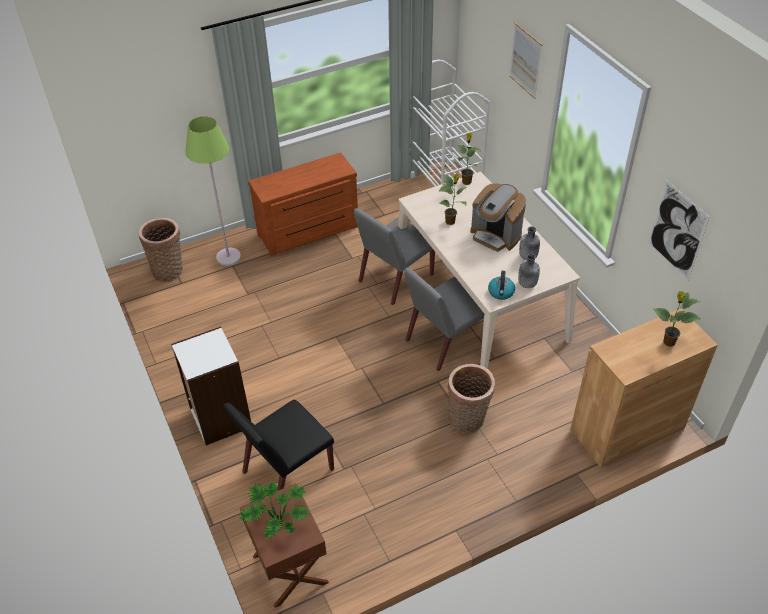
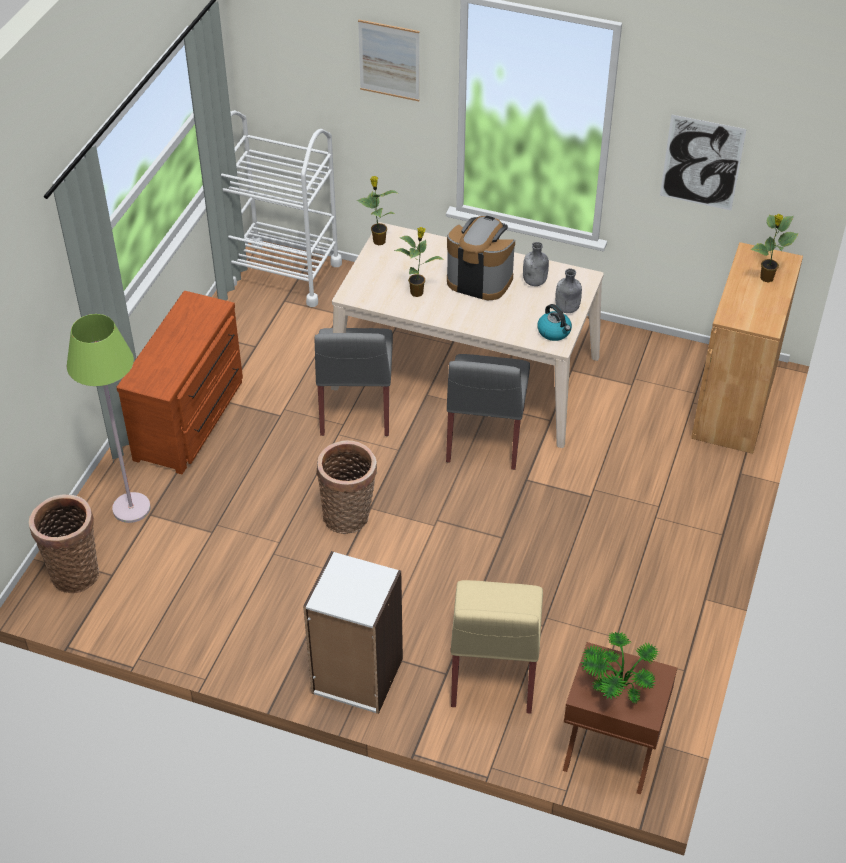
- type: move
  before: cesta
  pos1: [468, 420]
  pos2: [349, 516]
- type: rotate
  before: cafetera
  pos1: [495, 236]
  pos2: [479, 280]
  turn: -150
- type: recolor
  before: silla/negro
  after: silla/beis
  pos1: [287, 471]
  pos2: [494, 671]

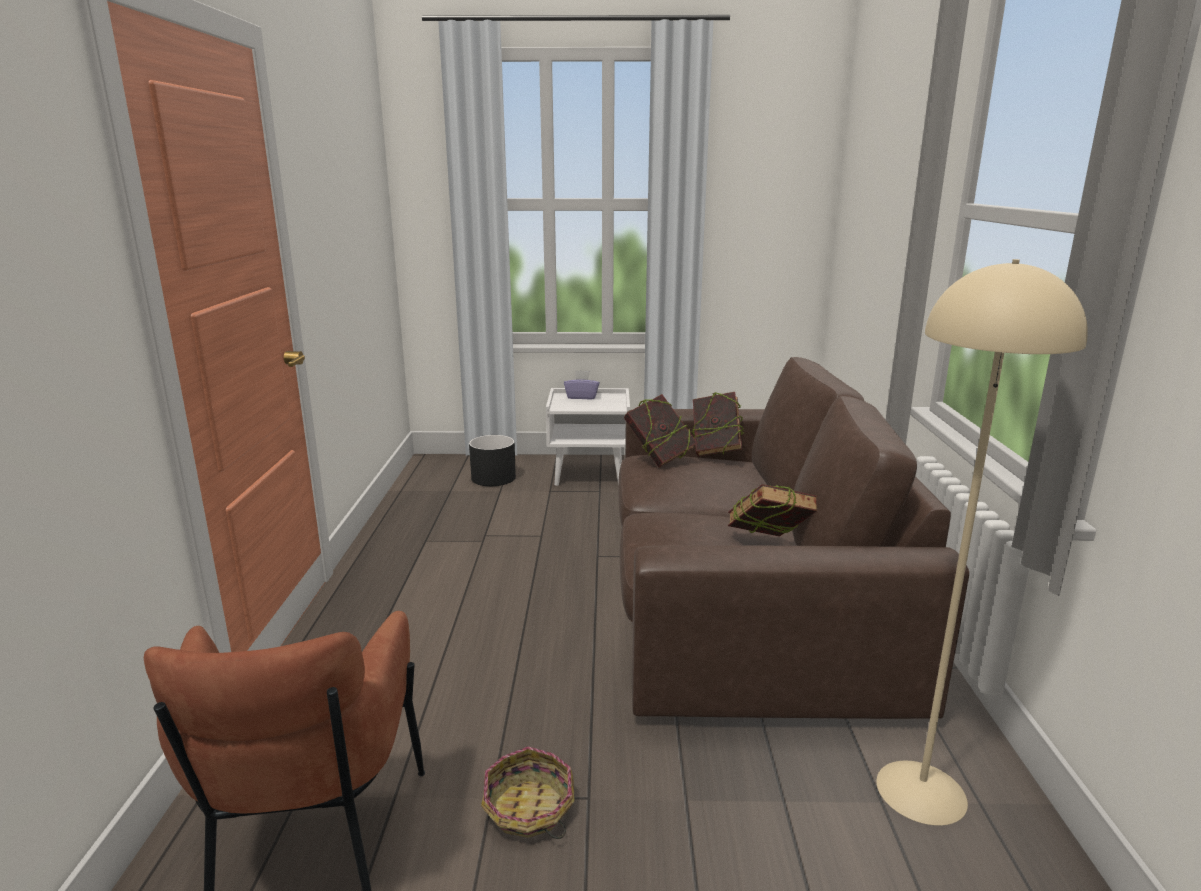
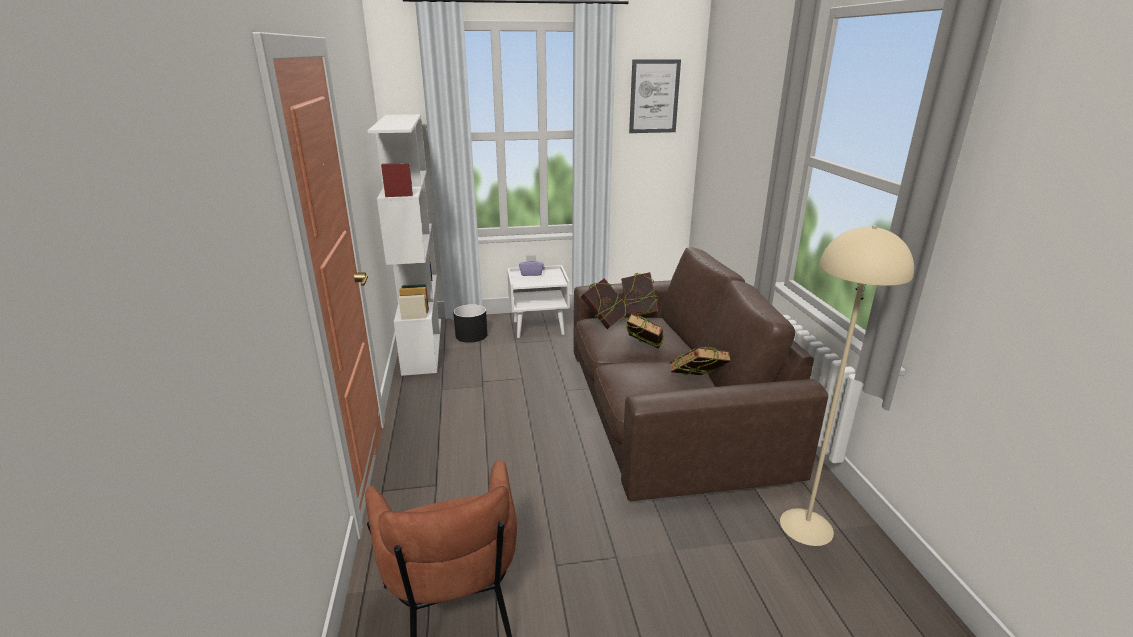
- type: insert
  after: estantería/blanco
  pos2: [422, 345]
- type: insert
  after: libro
  pos2: [643, 352]
- type: insert
  after: cuadro
  pos2: [654, 96]
- type: delete
  before: cesta
  pos1: [529, 809]

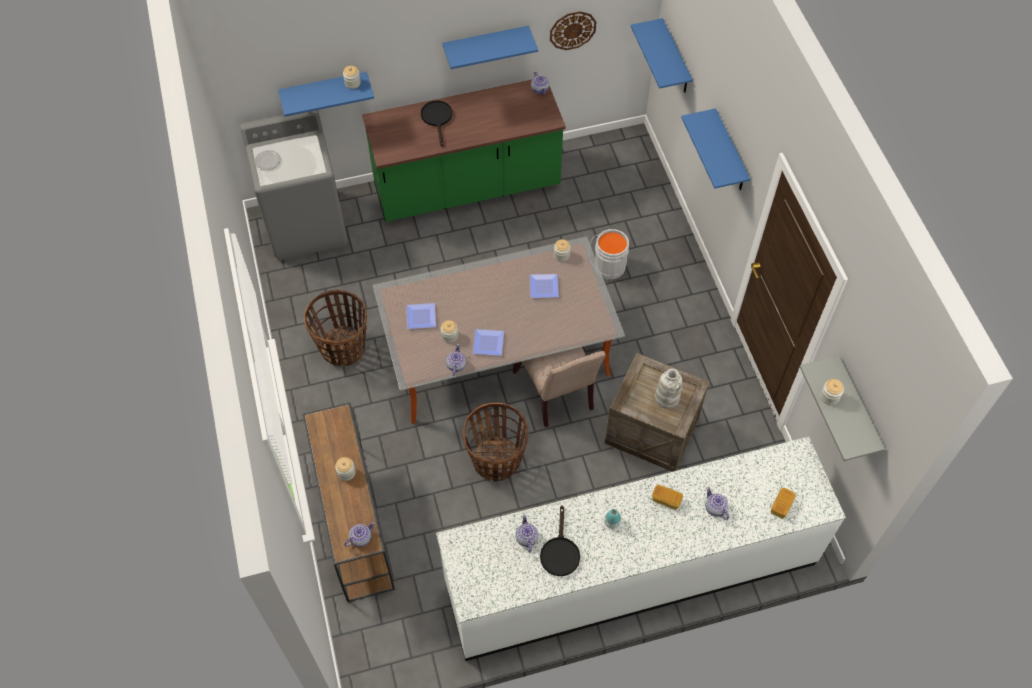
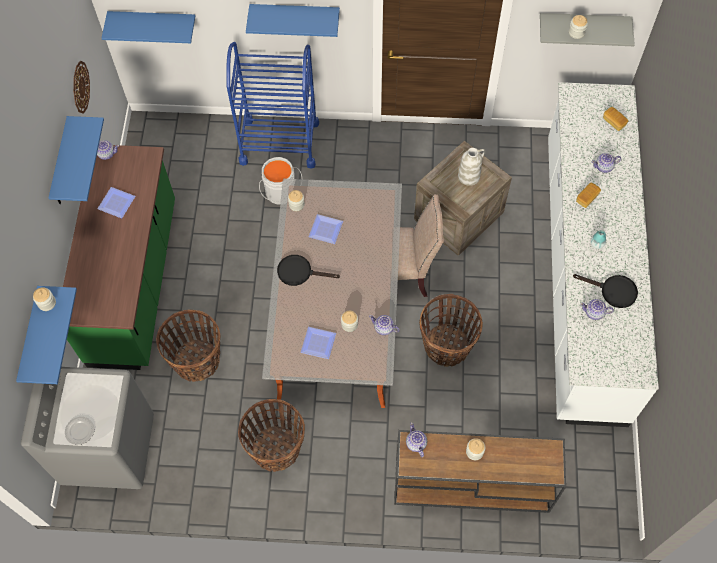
- type: move
  before: plato
  pos1: [489, 342]
  pos2: [116, 202]
- type: insert
  after: cesta
  pos2: [197, 361]
- type: insert
  after: carrito/azul
  pos2: [279, 142]
- type: move
  before: sartén/negro
  pos1: [437, 119]
  pos2: [299, 272]
- type: move
  before: tetera
  pos1: [360, 538]
  pos2: [416, 443]

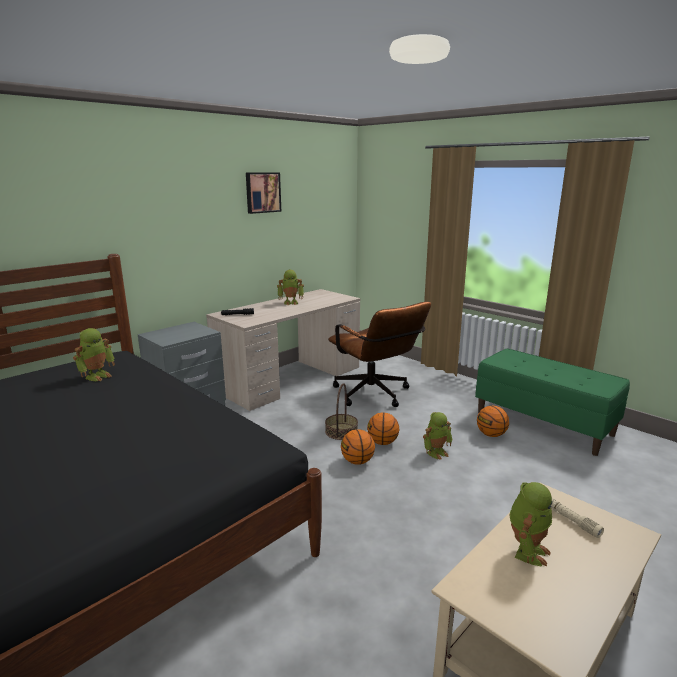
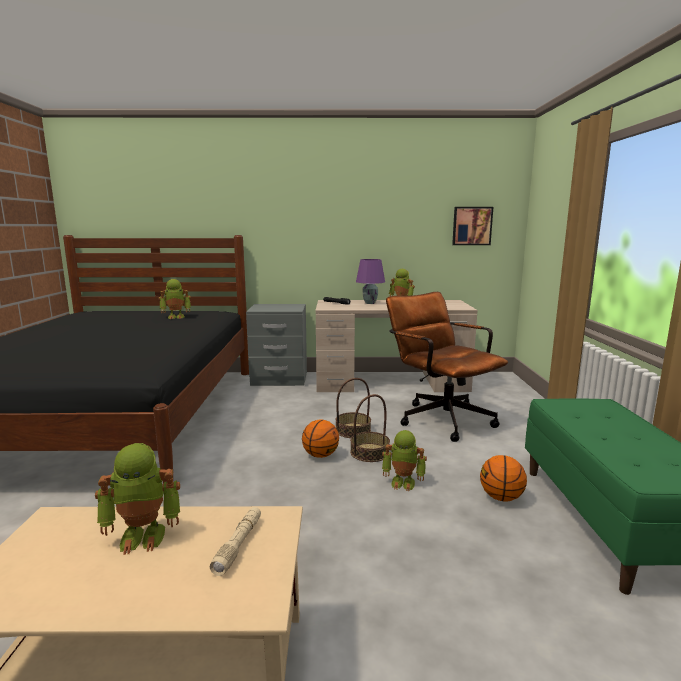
- type: replace
  before: balón de baloncesto
  after: cesta
  pos1: [382, 442]
  pos2: [370, 452]
- type: insert
  after: lámpara de mesa/morado
  pos2: [369, 303]
- type: rotate
  before: silla de oficina/marrón
  pos1: [375, 395]
  pos2: [440, 417]
  turn: 135
- type: move
  before: cuadro
  pos1: [262, 192]
  pos2: [471, 226]

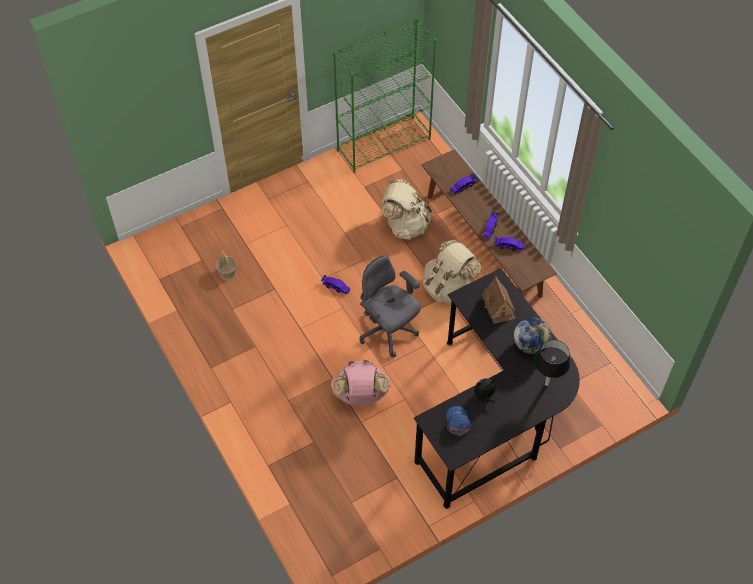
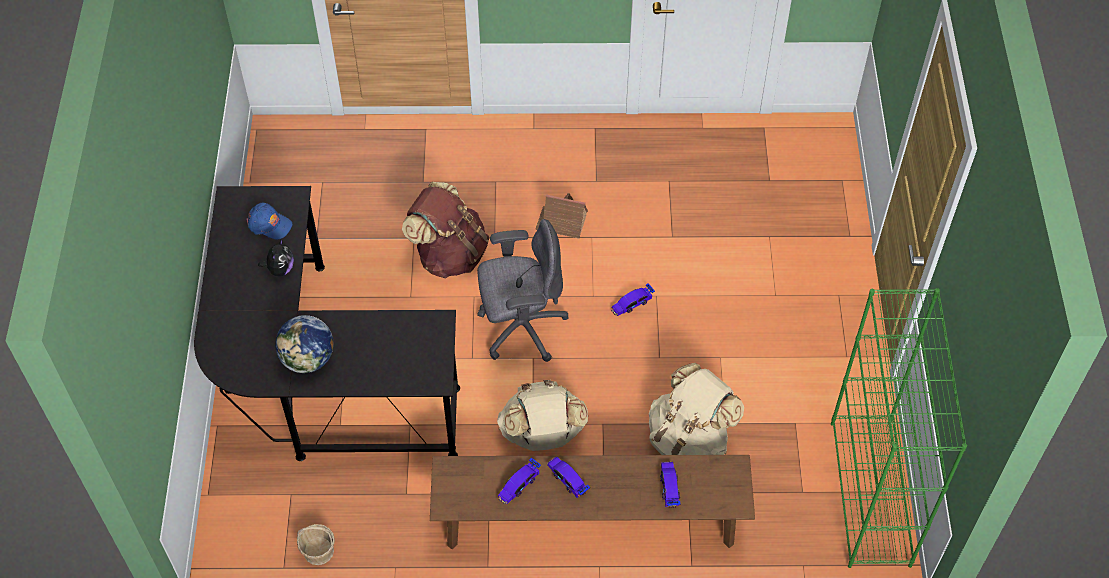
- type: move
  before: cesta
  pos1: [227, 273]
  pos2: [318, 551]
- type: recolor
  before: mochila/rosa
  after: mochila/marrón
  pos1: [360, 395]
  pos2: [449, 254]
- type: move
  before: casita
  pos1: [498, 307]
  pos2: [562, 223]
- type: delete
  before: lámpara de mesa/negro
  pos1: [547, 384]

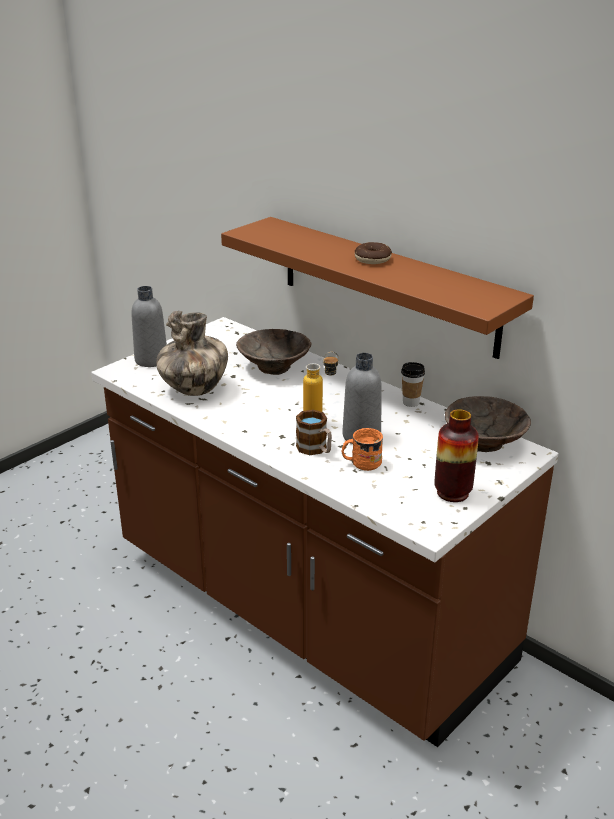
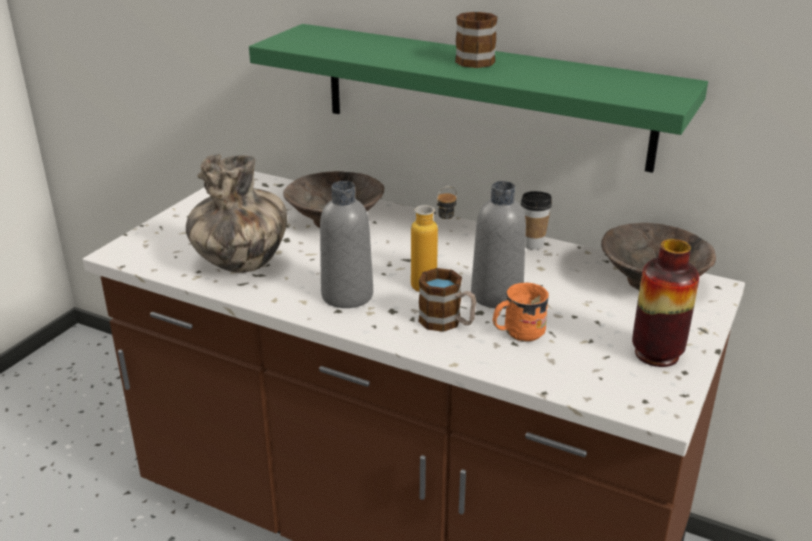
- type: recolor
  before: estante/marrón
  after: estante/verde
  pos1: [386, 285]
  pos2: [483, 95]
- type: move
  before: botella/gris
  pos1: [151, 360]
  pos2: [347, 295]
- type: replace
  before: rosquilla
  after: taza grande
  pos1: [372, 259]
  pos2: [474, 59]

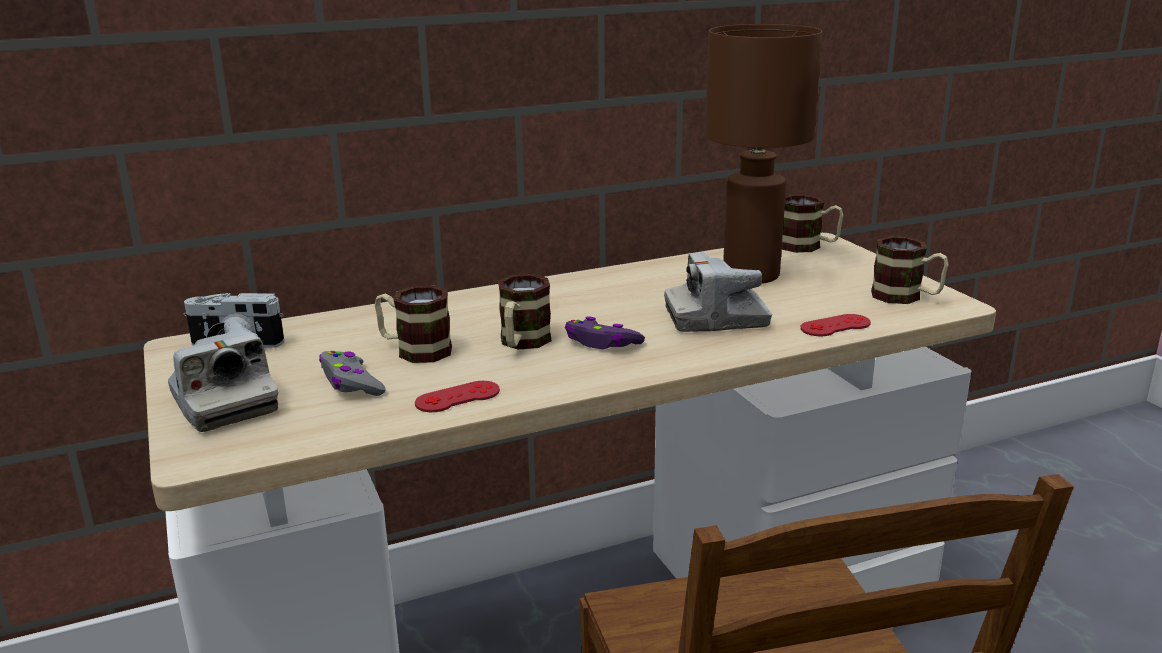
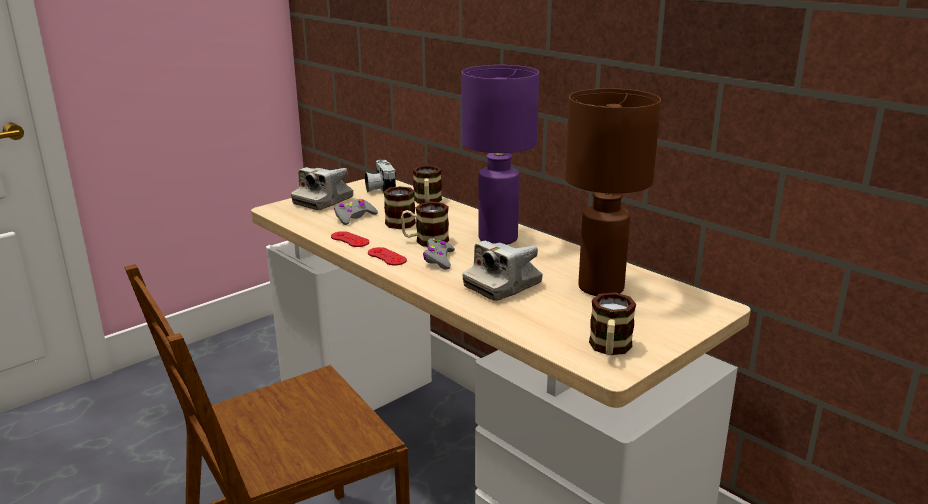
- type: move
  before: mando de consola/rojo
  pos1: [835, 326]
  pos2: [387, 257]
- type: move
  before: taza grande
  pos1: [808, 246]
  pos2: [427, 202]
- type: recolor
  before: mando de consola/morado
  after: mando de consola/gris
  pos1: [602, 343]
  pos2: [438, 259]
- type: insert
  after: lámpara de mesa/morado
  pos2: [497, 238]
- type: rotate
  before: cámara
  pos1: [716, 319]
  pos2: [503, 285]
  turn: -105

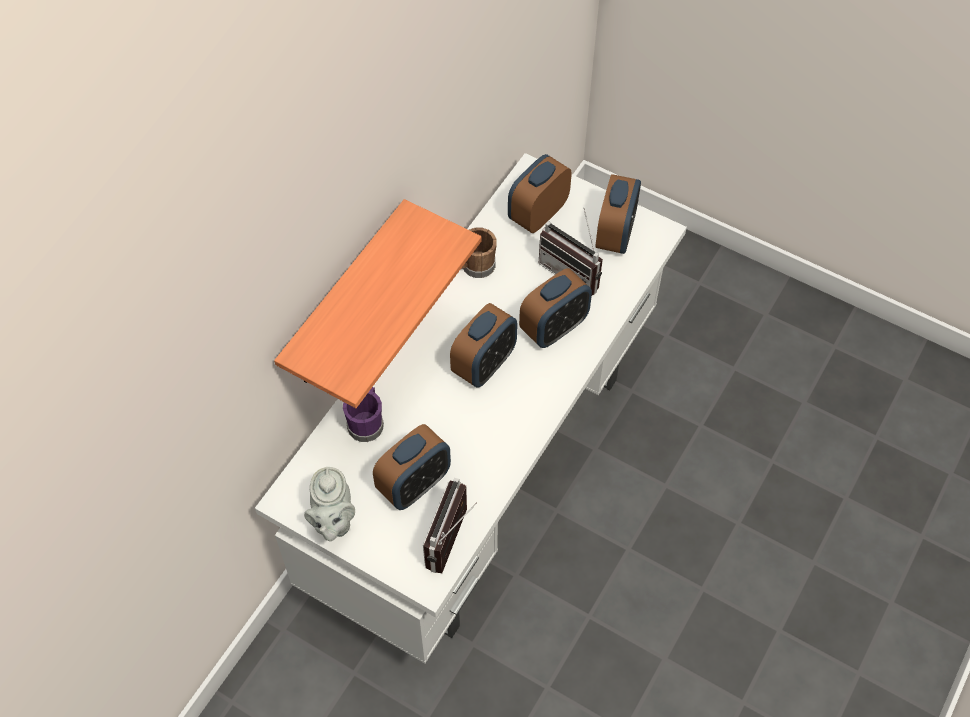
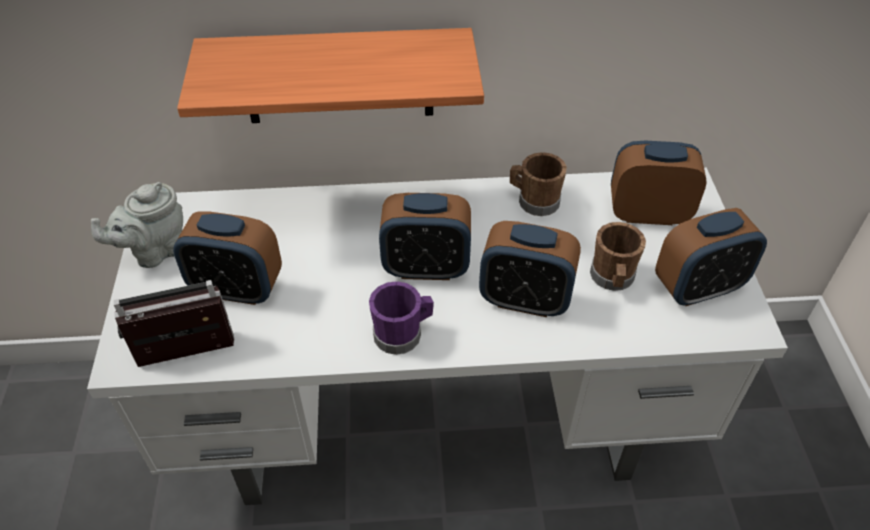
- type: move
  before: taza grande/morado
  pos1: [366, 422]
  pos2: [403, 334]
- type: replace
  before: radio
  after: taza grande/marrón
  pos1: [574, 271]
  pos2: [612, 278]

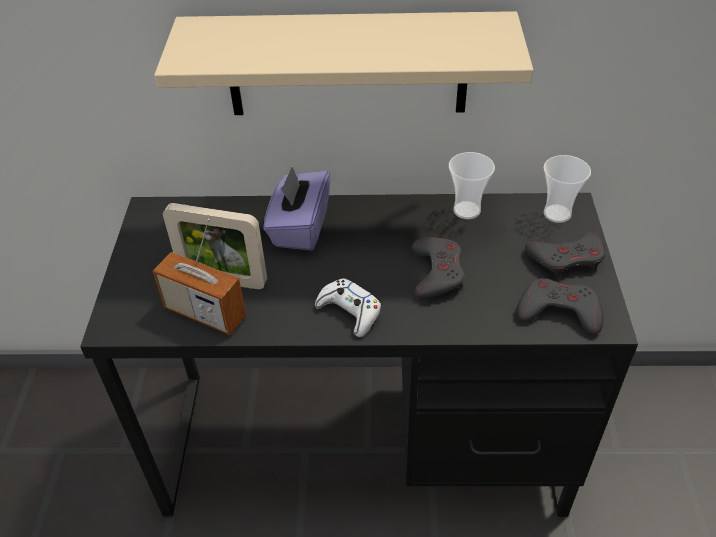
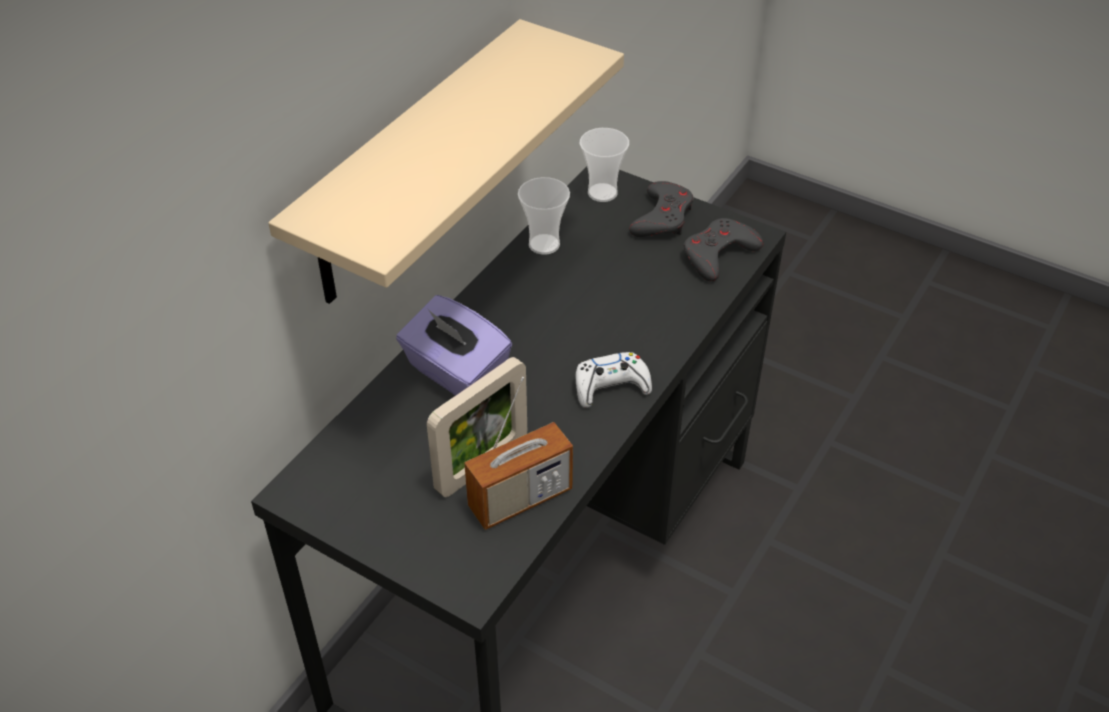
- type: delete
  before: mando de consola/gris
  pos1: [437, 272]

